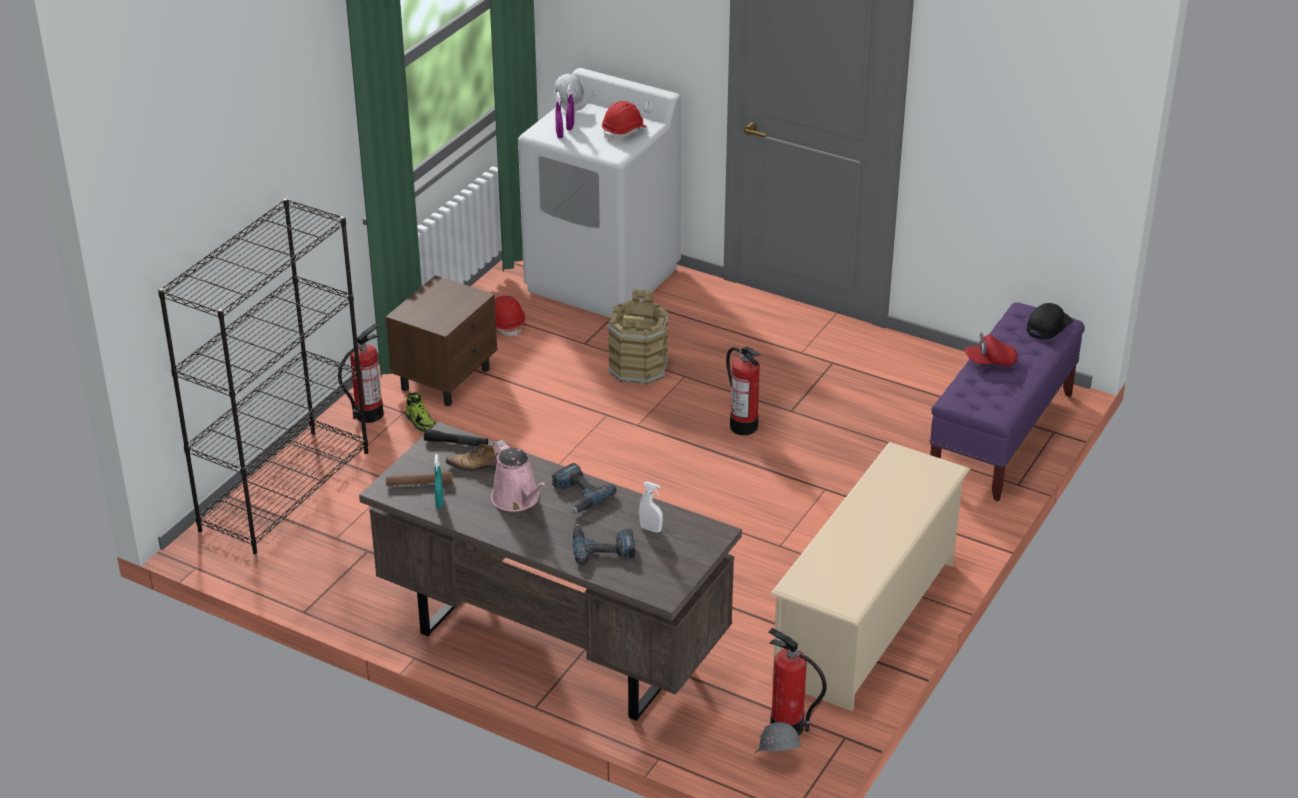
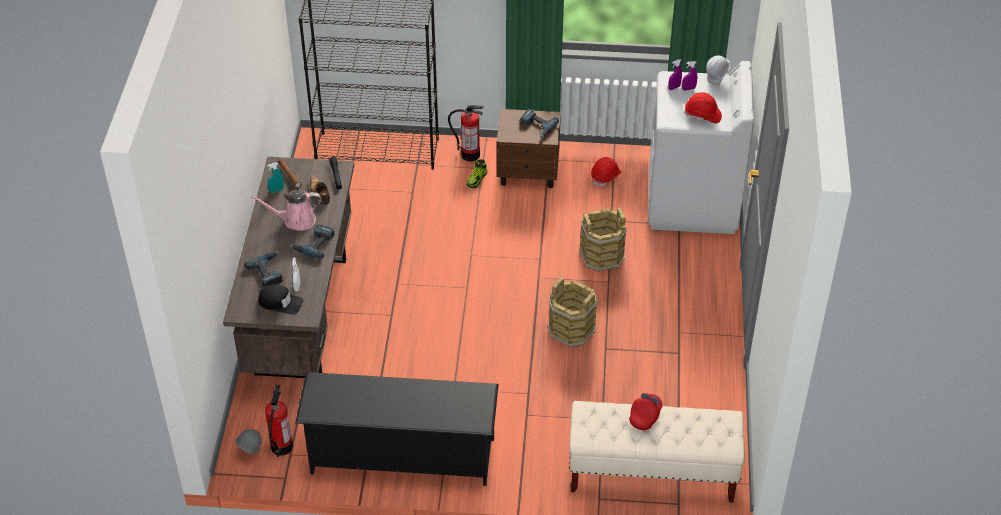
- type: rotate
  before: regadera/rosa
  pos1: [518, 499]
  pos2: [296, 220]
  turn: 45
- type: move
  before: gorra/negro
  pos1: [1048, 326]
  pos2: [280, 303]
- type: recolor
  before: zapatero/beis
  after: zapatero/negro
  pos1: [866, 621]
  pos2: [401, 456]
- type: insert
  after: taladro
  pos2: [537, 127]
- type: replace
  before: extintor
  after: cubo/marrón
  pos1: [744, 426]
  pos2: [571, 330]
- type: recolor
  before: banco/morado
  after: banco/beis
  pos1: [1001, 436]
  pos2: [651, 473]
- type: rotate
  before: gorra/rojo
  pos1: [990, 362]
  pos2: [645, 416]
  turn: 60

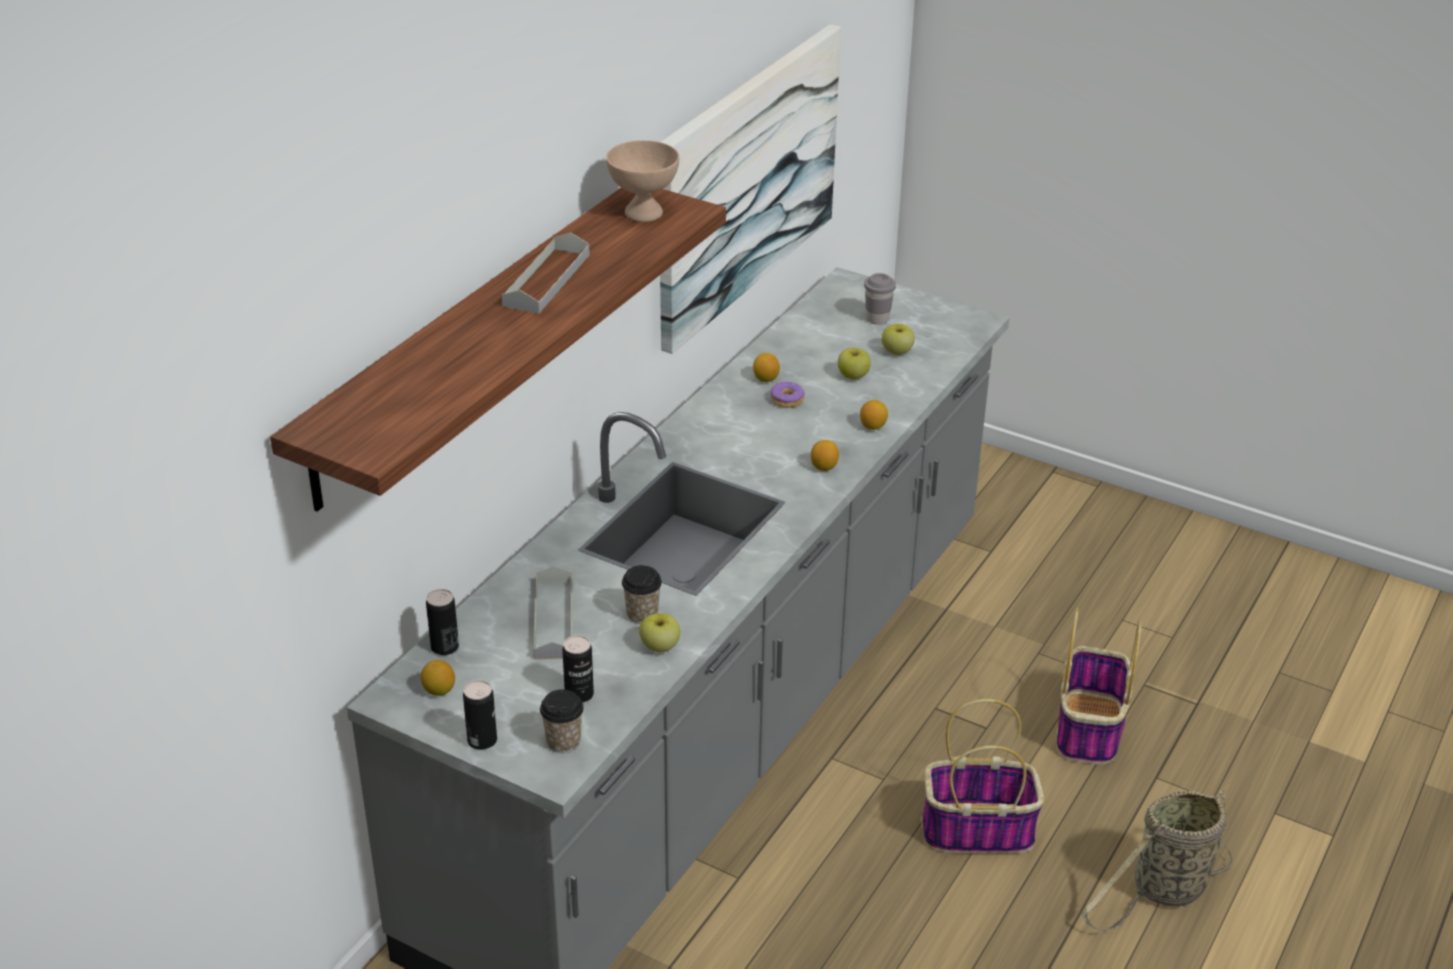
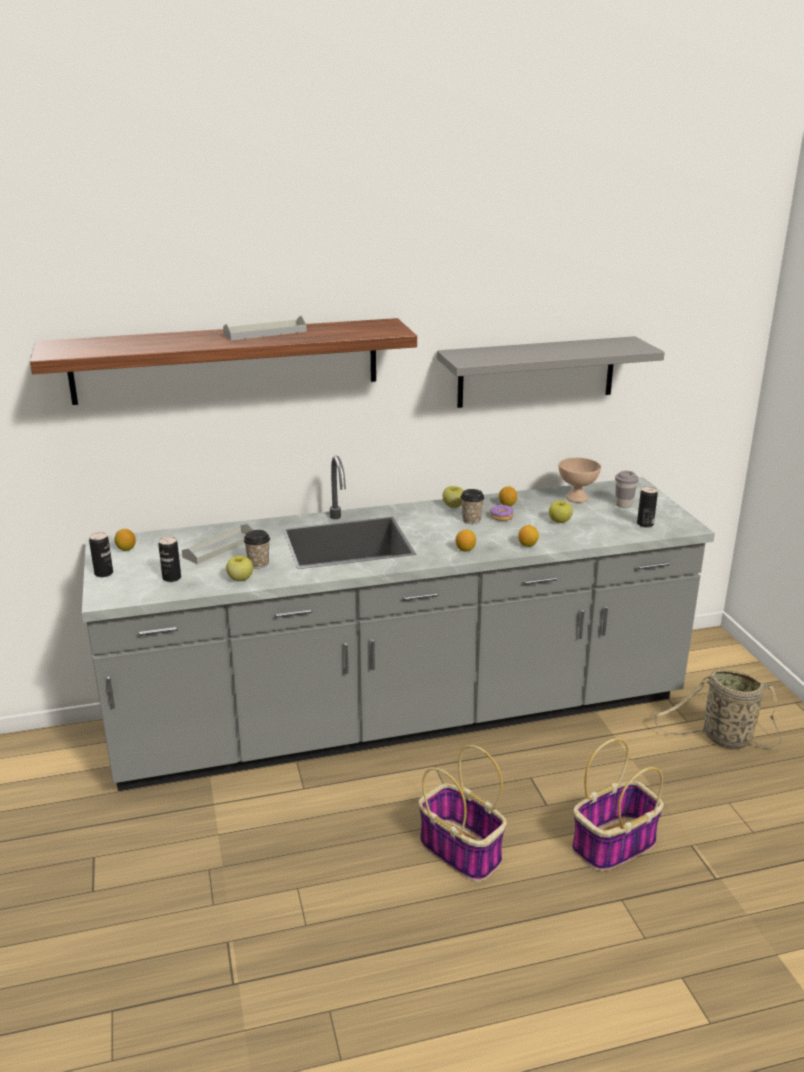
- type: replace
  before: cuadro
  after: estante/gris
  pos1: [747, 182]
  pos2: [536, 372]
- type: move
  before: manzana
  pos1: [897, 352]
  pos2: [453, 506]
- type: move
  before: taza
  pos1: [563, 742]
  pos2: [471, 520]
- type: move
  before: cuenco/beis
  pos1: [644, 212]
  pos2: [577, 498]
- type: move
  before: lata
  pos1: [445, 647]
  pos2: [645, 524]
- type: move
  before: cesta
  pos1: [1165, 891]
  pos2: [722, 739]

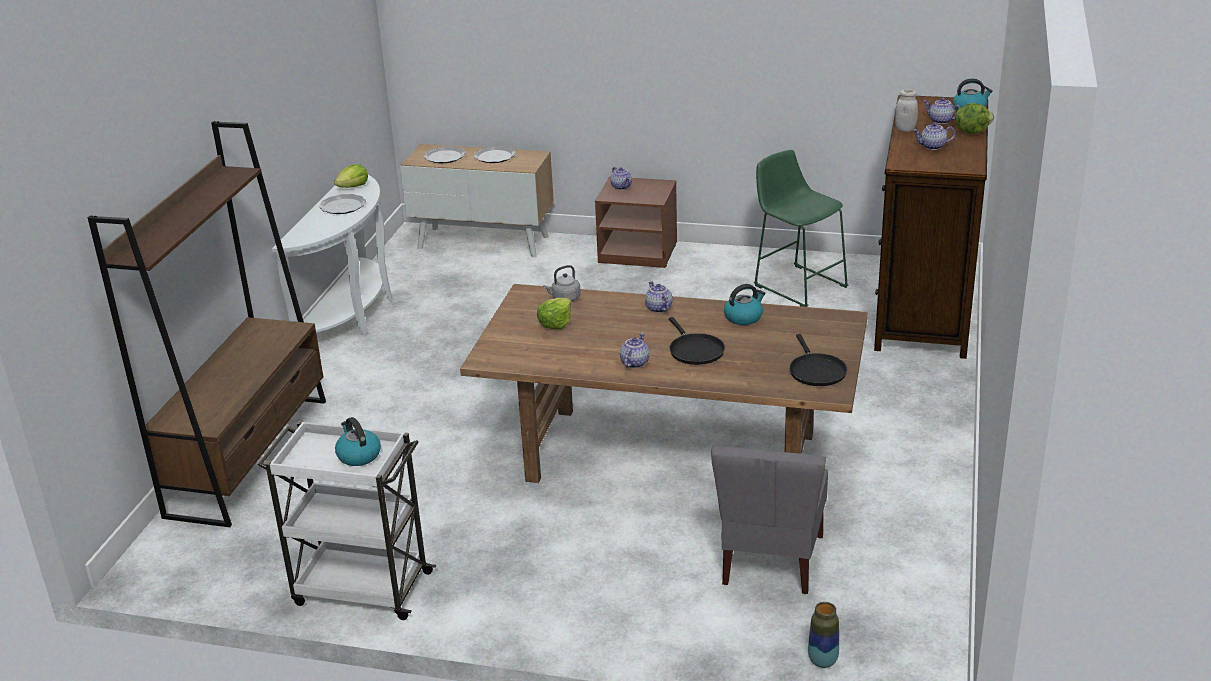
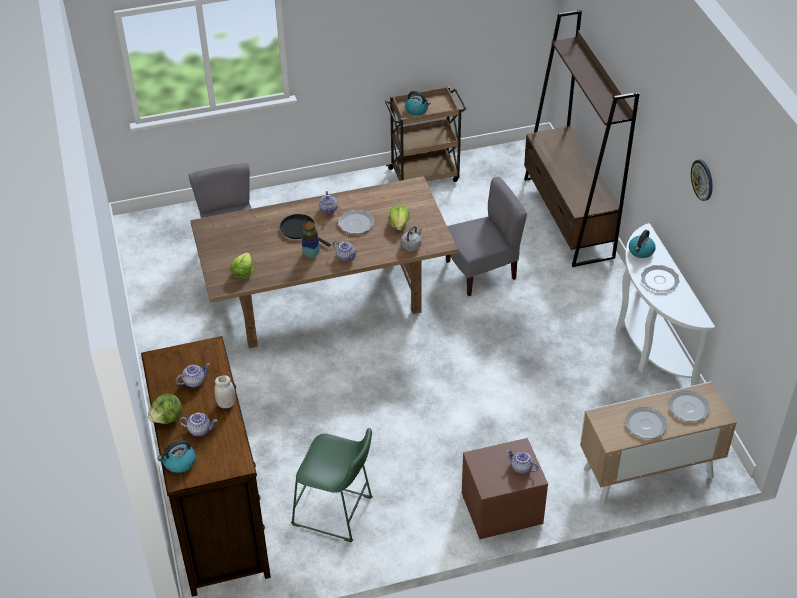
- type: move
  before: lechuga
  pos1: [353, 187]
  pos2: [243, 272]
- type: move
  before: florero
  pos1: [822, 661]
  pos2: [311, 254]
- type: insert
  after: plato
  pos2: [356, 223]
- type: recolor
  before: carrito/blanco
  after: carrito/marrón
  pos1: [360, 588]
  pos2: [425, 174]
- type: insert
  after: silla/gris
  pos2: [481, 271]
- type: move
  before: hervidor
  pos1: [744, 317]
  pos2: [641, 251]
- type: insert
  after: reloj de pared
  pos2: [702, 179]
- type: delete
  before: sartén/negro
  pos1: [816, 371]

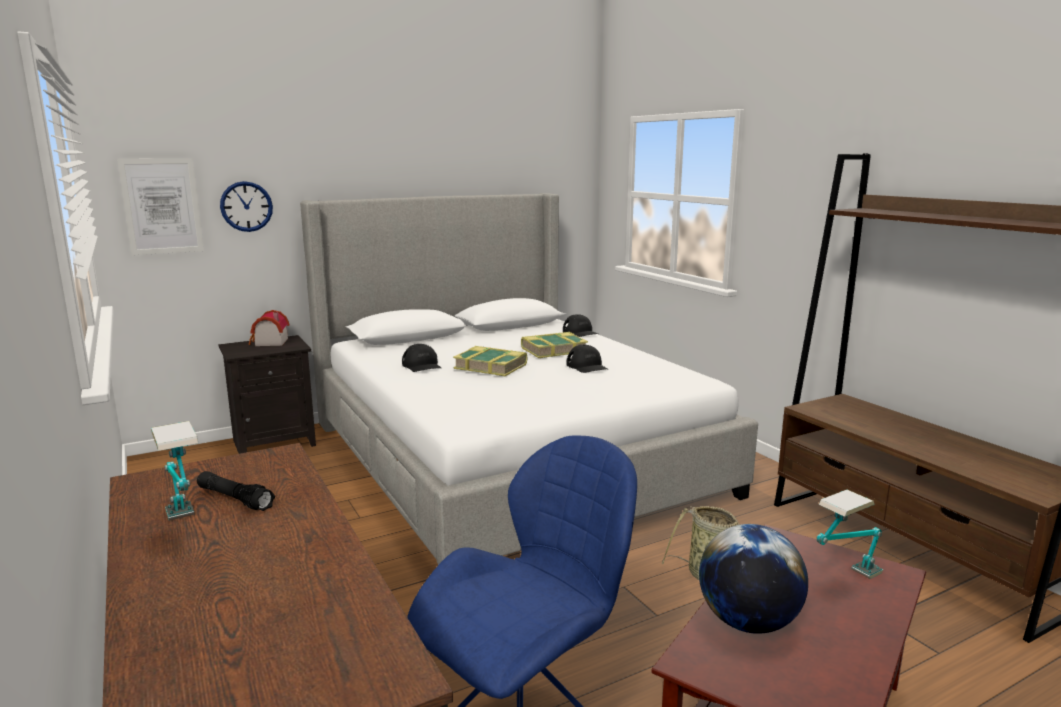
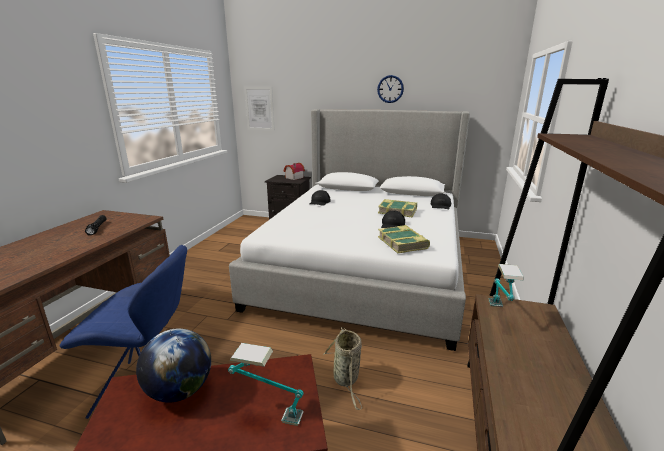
- type: move
  before: reloj de pared
  pos1: [246, 206]
  pos2: [390, 89]
- type: move
  before: libro
  pos1: [491, 367]
  pos2: [403, 243]
- type: move
  before: lámpara de mesa
  pos1: [186, 529]
  pos2: [499, 314]

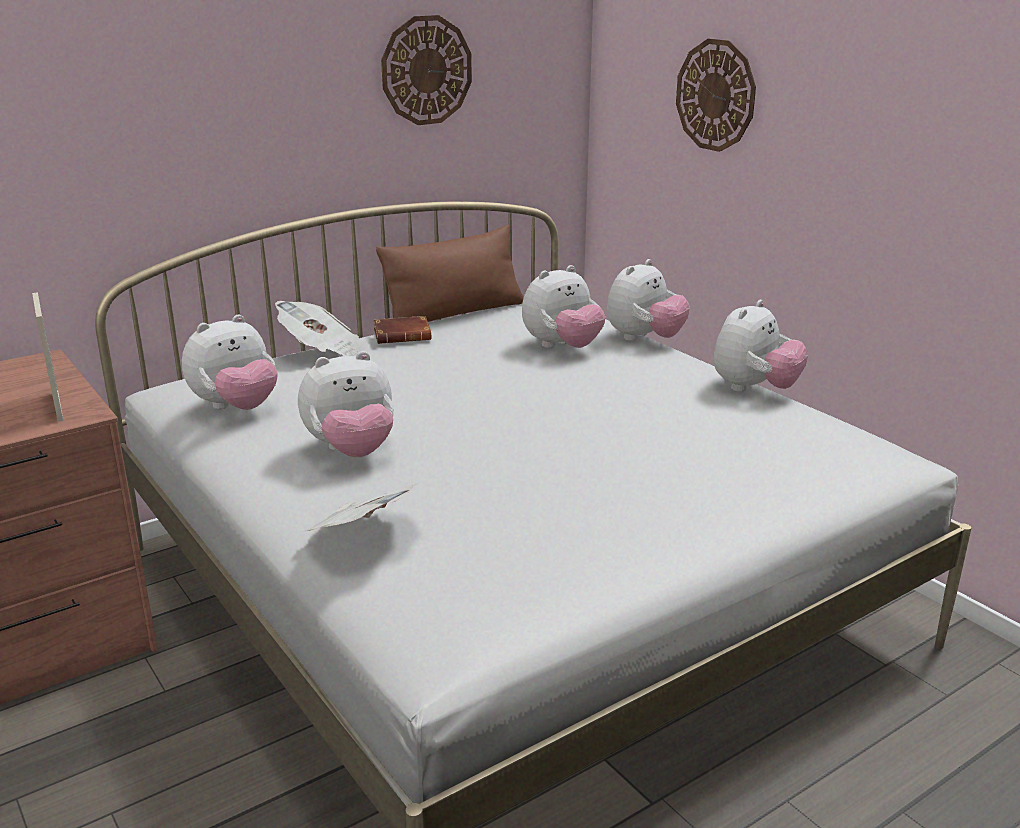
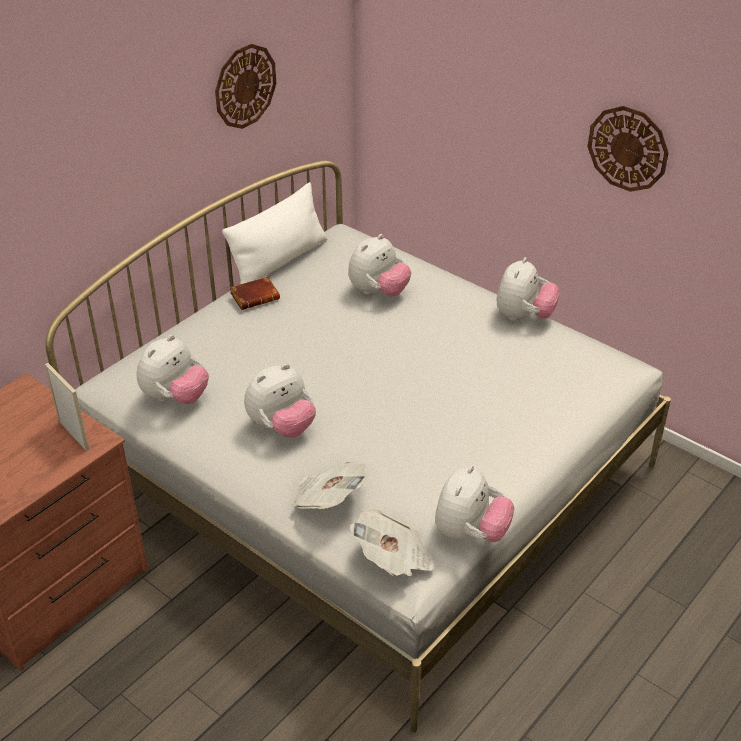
- type: recolor
  before: cojín/marrón
  after: cojín/blanco
  pos1: [455, 314]
  pos2: [279, 261]
- type: move
  before: periódico
  pos1: [322, 350]
  pos2: [393, 559]
- type: move
  before: peluche
  pos1: [644, 339]
  pos2: [470, 533]
- type: move
  before: reloj de pared
  pos1: [715, 95]
  pos2: [628, 148]

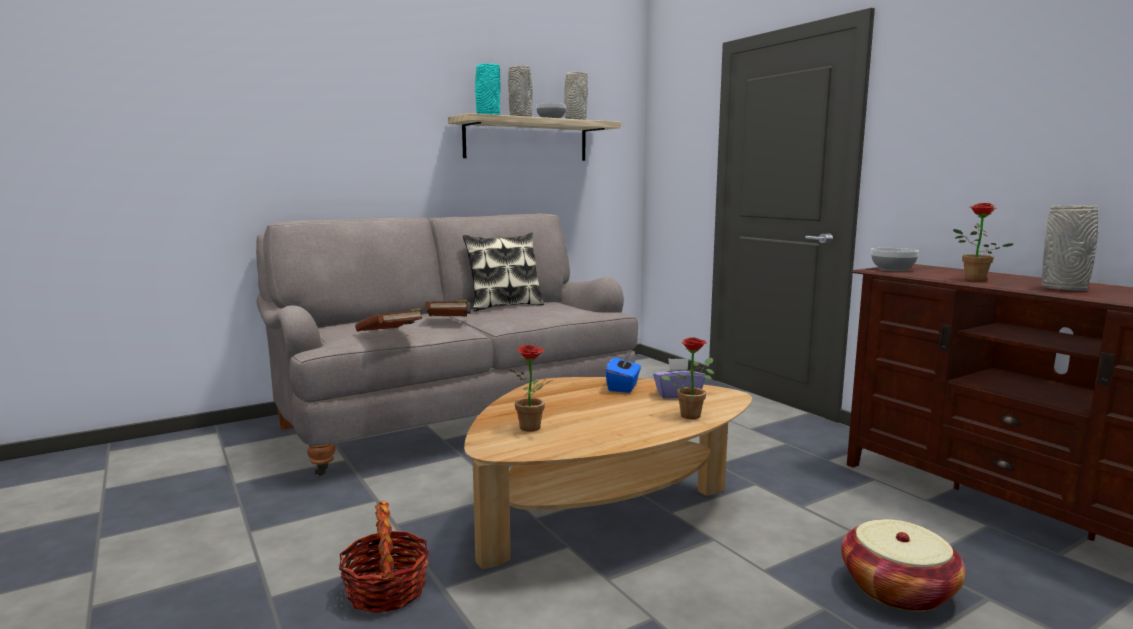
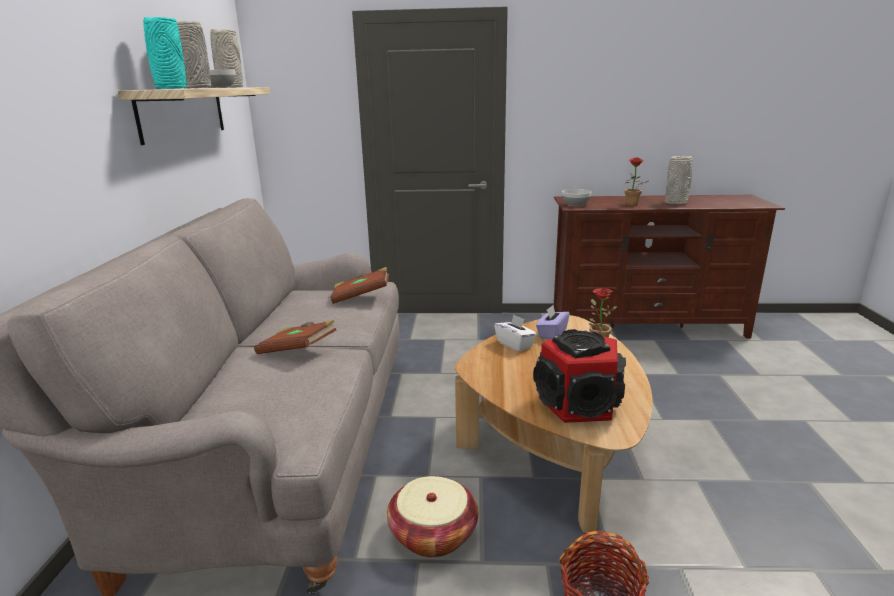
- type: move
  before: libro/marrón
  pos1: [390, 335]
  pos2: [361, 297]
- type: move
  before: cesta
  pos1: [898, 590]
  pos2: [433, 534]
- type: recolor
  before: caja de pañuelos/azul
  after: caja de pañuelos/blanco
  pos1: [623, 387]
  pos2: [515, 344]
- type: replace
  before: planta en maceta
  after: altavoz
  pos1: [534, 428]
  pos2: [579, 404]
- type: delete
  before: cojín
  pos1: [504, 306]

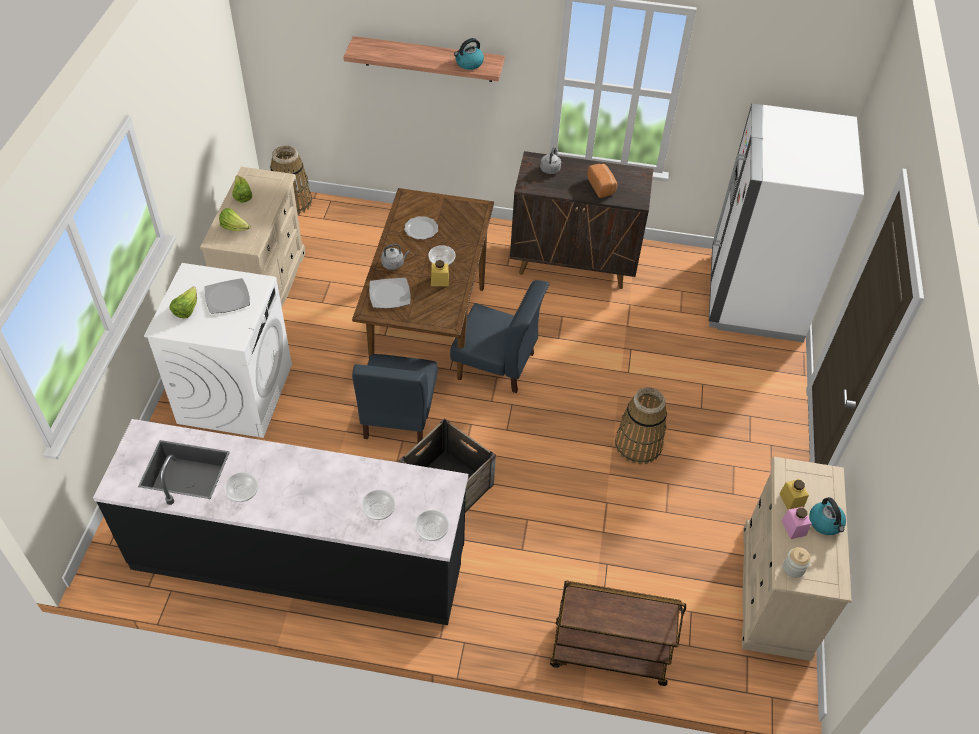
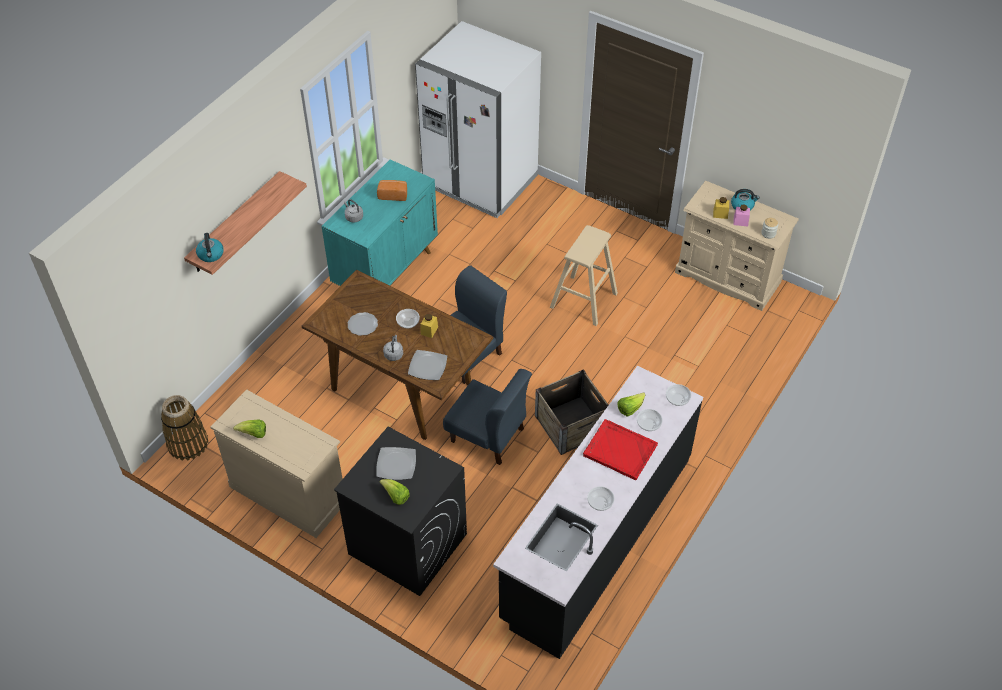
- type: move
  before: hervidor
  pos1: [469, 63]
  pos2: [211, 255]
- type: recolor
  before: armario/marrón
  after: armario/turquesa
  pos1: [574, 263]
  pos2: [386, 270]
- type: recolor
  before: lavadora/blanco
  after: lavadora/negro
  pos1: [235, 393]
  pos2: [407, 543]
- type: replace
  before: cesta
  after: taburete/beis
  pos1: [638, 445]
  pos2: [583, 300]
- type: insert
  after: bandeja/rojo
  pos2: [619, 450]
- type: move
  before: lechuga
  pos1: [235, 228]
  pos2: [630, 409]
- type: delete
  before: carrito/marrón
  pos1: [608, 654]

